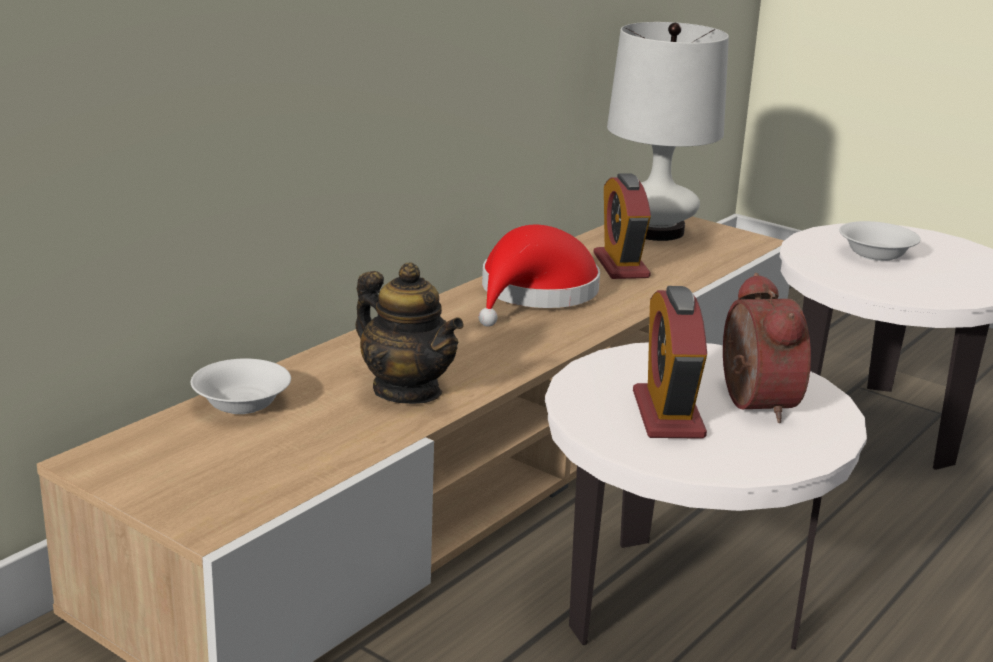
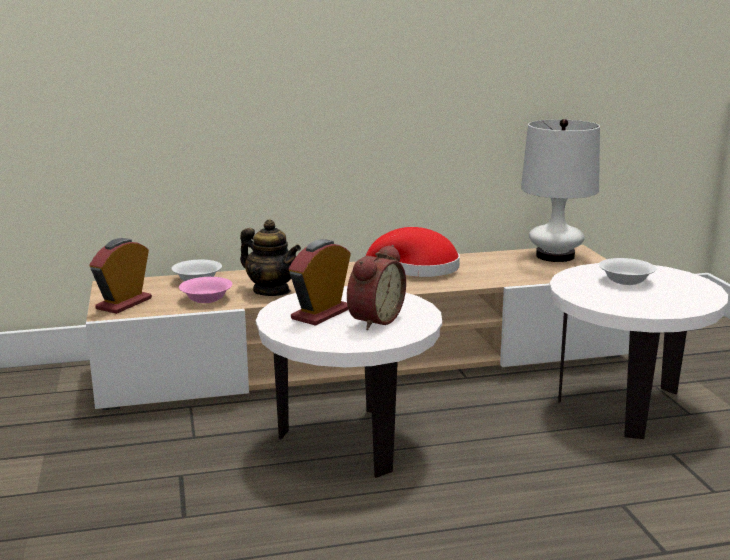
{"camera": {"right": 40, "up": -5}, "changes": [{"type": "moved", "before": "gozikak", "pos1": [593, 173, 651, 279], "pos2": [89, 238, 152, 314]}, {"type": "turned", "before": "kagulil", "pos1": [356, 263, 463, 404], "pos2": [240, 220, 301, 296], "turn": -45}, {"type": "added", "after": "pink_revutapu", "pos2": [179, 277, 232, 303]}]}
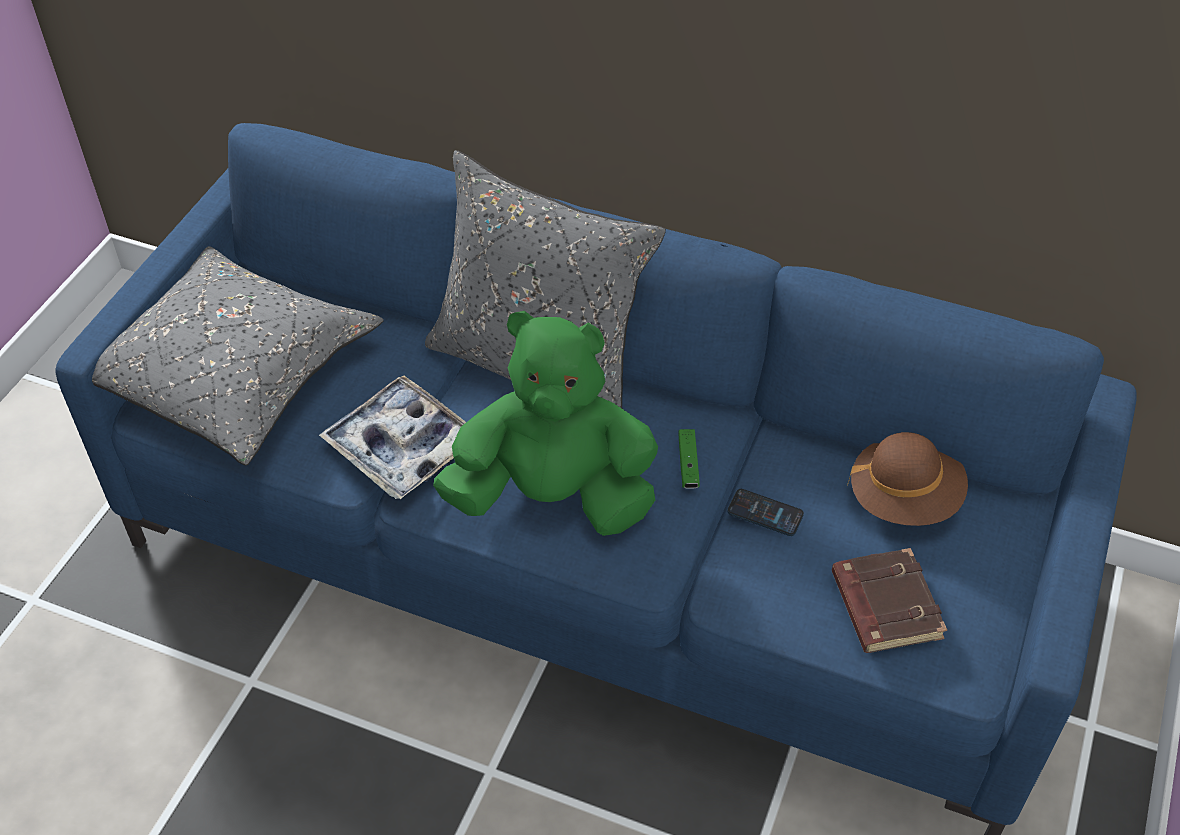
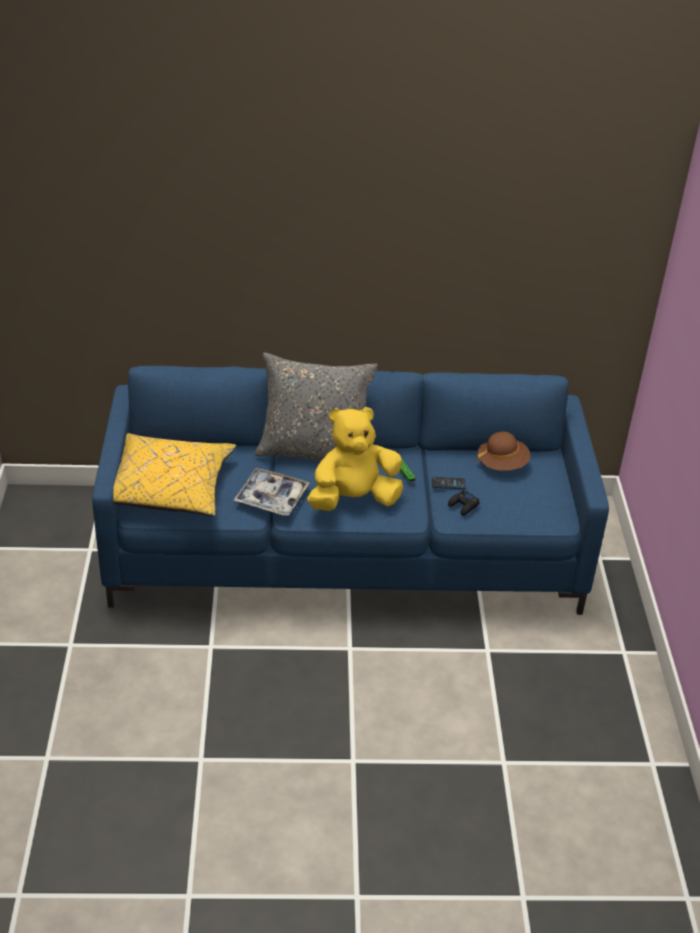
{"camera": {"right": -25, "up": -10}, "changes": [{"type": "recoloured", "before": "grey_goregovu", "after": "yellow_goregovu", "pos1": [92, 246, 384, 466], "pos2": [113, 433, 236, 516]}, {"type": "recoloured", "before": "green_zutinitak", "after": "yellow_zutinitak", "pos1": [433, 311, 658, 536], "pos2": [307, 407, 403, 511]}, {"type": "removed", "before": "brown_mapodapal", "pos1": [832, 548, 947, 653]}, {"type": "added", "after": "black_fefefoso", "pos2": [448, 490, 480, 516]}]}
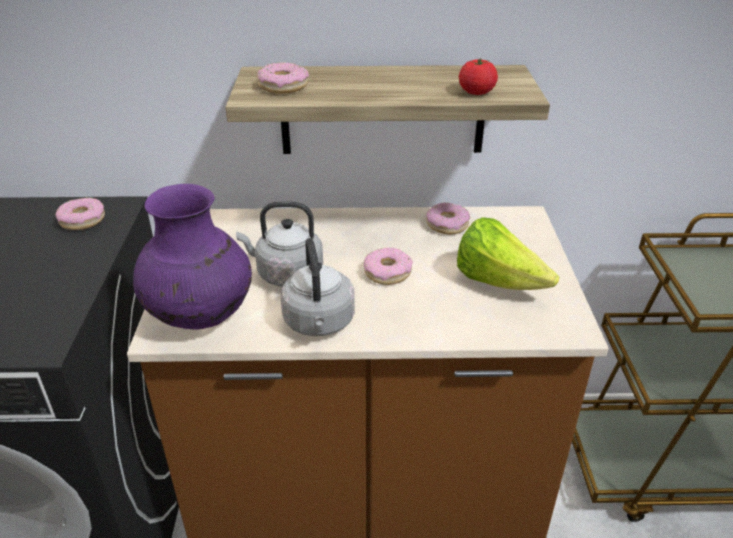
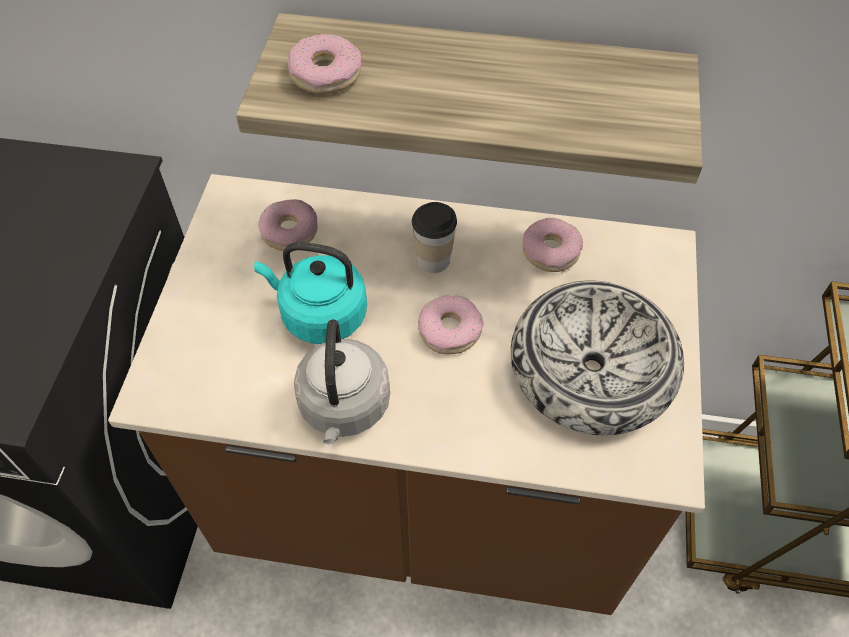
{"camera": {"right": 10, "up": 20}, "changes": [{"type": "removed", "before": "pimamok", "pos1": [459, 58, 498, 95]}, {"type": "removed", "before": "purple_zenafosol", "pos1": [133, 184, 252, 330]}, {"type": "moved", "before": "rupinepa", "pos1": [56, 197, 105, 230], "pos2": [258, 199, 318, 251]}, {"type": "recoloured", "before": "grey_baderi", "after": "turquoise_baderi", "pos1": [236, 201, 323, 287], "pos2": [254, 242, 367, 344]}, {"type": "replaced", "before": "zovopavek", "after": "revutapu", "pos1": [457, 217, 559, 290], "pos2": [511, 281, 684, 435]}, {"type": "added", "after": "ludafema", "pos2": [412, 202, 457, 273]}]}
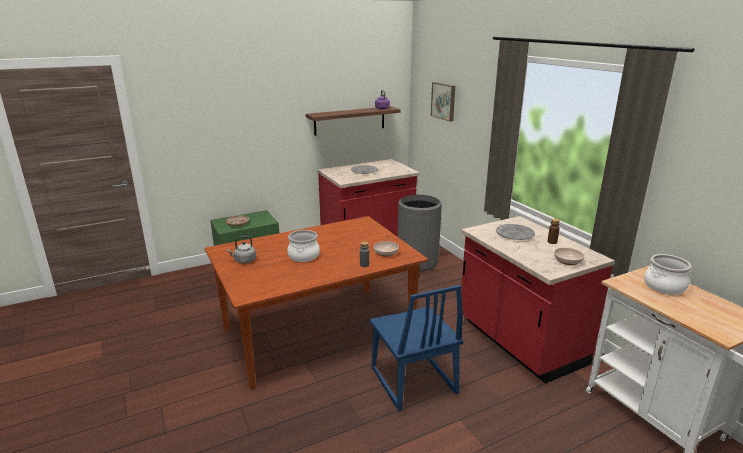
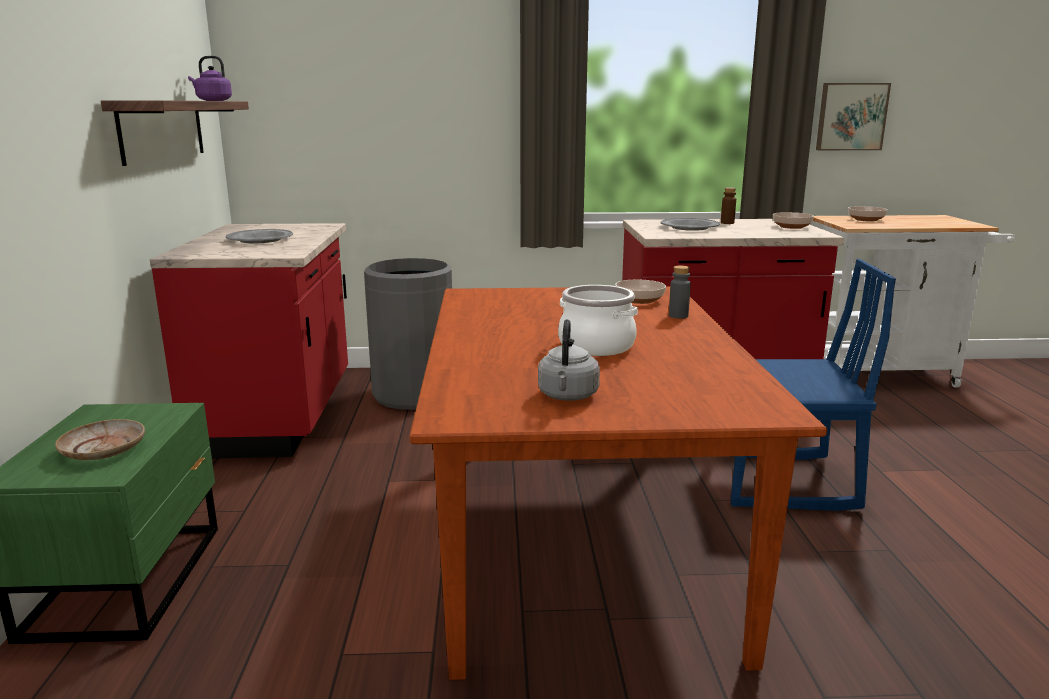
{"camera": {"right": -65, "up": -5}, "changes": [{"type": "moved", "before": "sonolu", "pos1": [431, 82, 455, 121], "pos2": [816, 83, 891, 150]}, {"type": "replaced", "before": "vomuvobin", "after": "revutapu", "pos1": [644, 254, 692, 295], "pos2": [848, 206, 888, 221]}]}
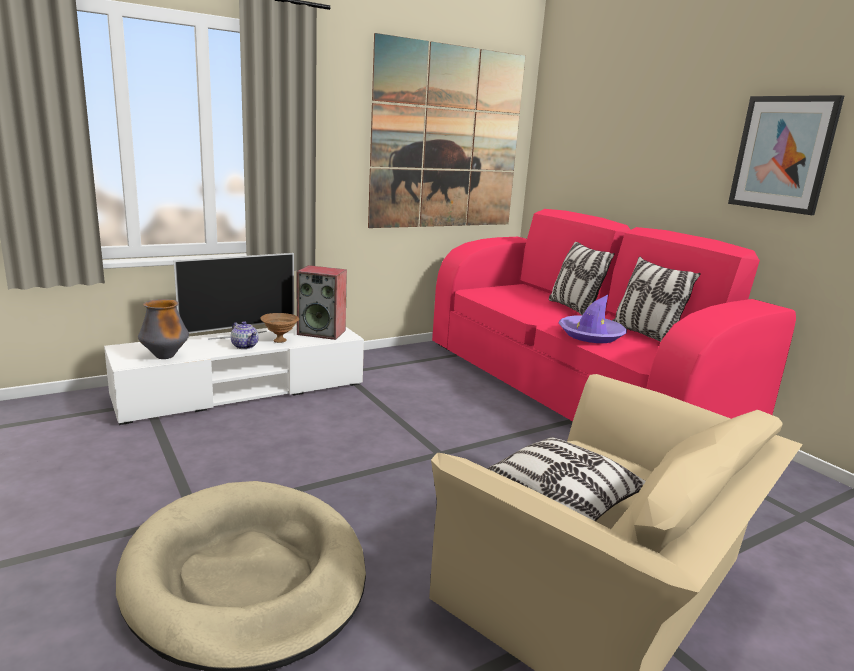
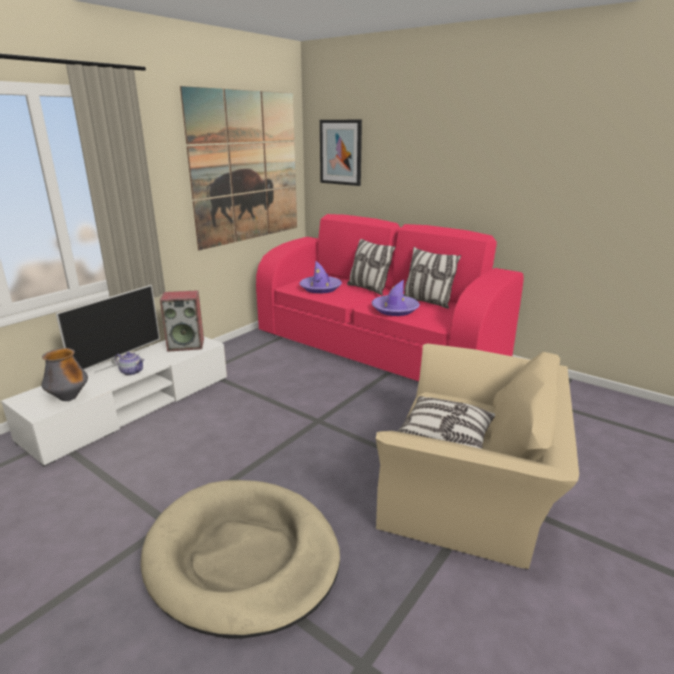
{"camera": {"right": -20, "up": 5}, "changes": [{"type": "moved", "before": "sonolu", "pos1": [728, 95, 844, 215], "pos2": [320, 120, 362, 186]}, {"type": "removed", "before": "brown_revutapu", "pos1": [261, 313, 299, 343]}, {"type": "added", "after": "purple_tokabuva", "pos2": [299, 261, 342, 293]}]}
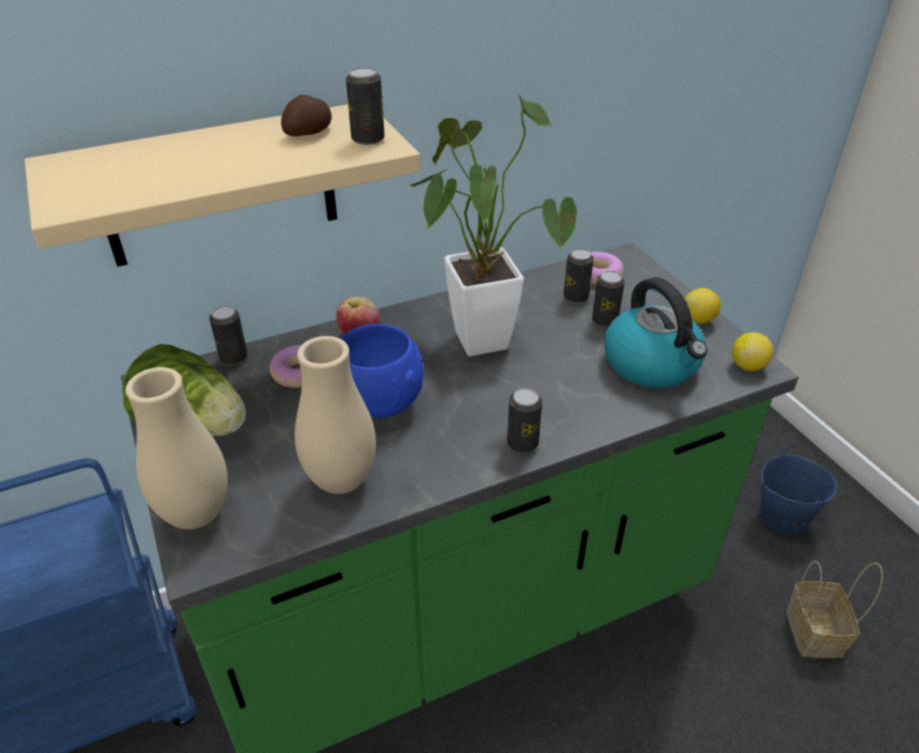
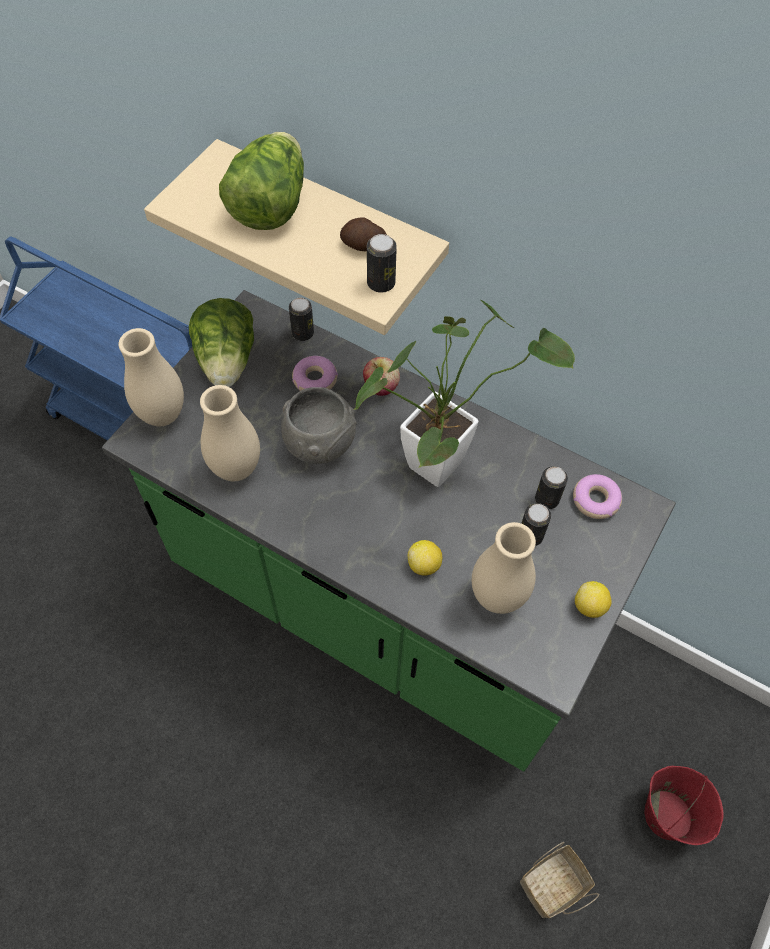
{"camera": {"right": 55, "up": 20}, "changes": [{"type": "replaced", "before": "baderi", "after": "beige_zenafosol", "pos1": [604, 277, 707, 388], "pos2": [472, 522, 536, 614]}, {"type": "recoloured", "before": "blue_revutapu", "after": "grey_revutapu", "pos1": [340, 324, 424, 418], "pos2": [281, 387, 357, 464]}, {"type": "moved", "before": "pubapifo", "pos1": [732, 332, 774, 371], "pos2": [408, 540, 442, 576]}, {"type": "removed", "before": "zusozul", "pos1": [507, 388, 542, 453]}, {"type": "recoloured", "before": "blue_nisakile", "after": "red_nisakile", "pos1": [760, 445, 837, 534], "pos2": [644, 766, 723, 845]}, {"type": "added", "after": "zovopavek", "pos2": [219, 132, 304, 230]}]}
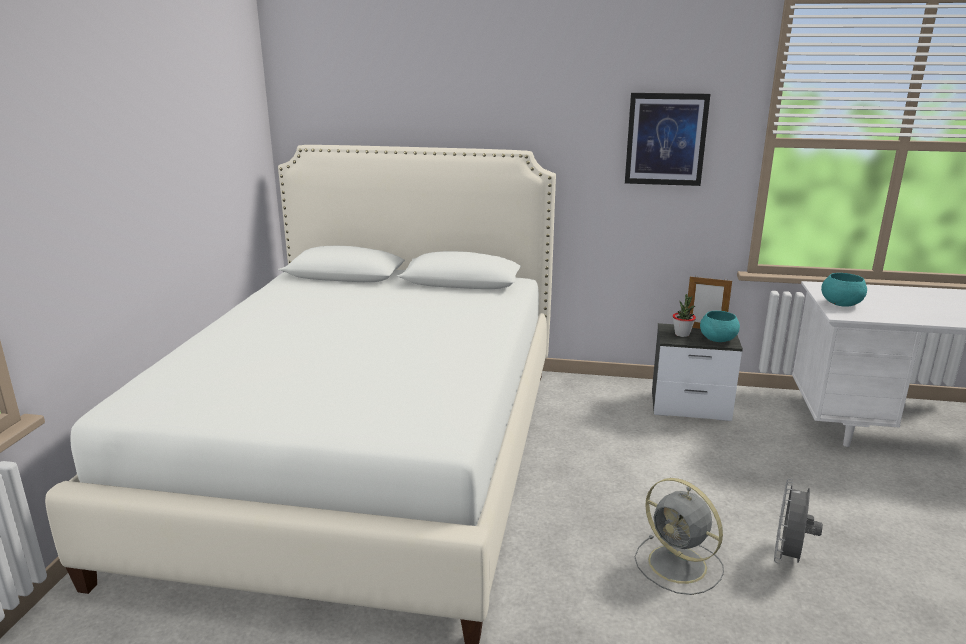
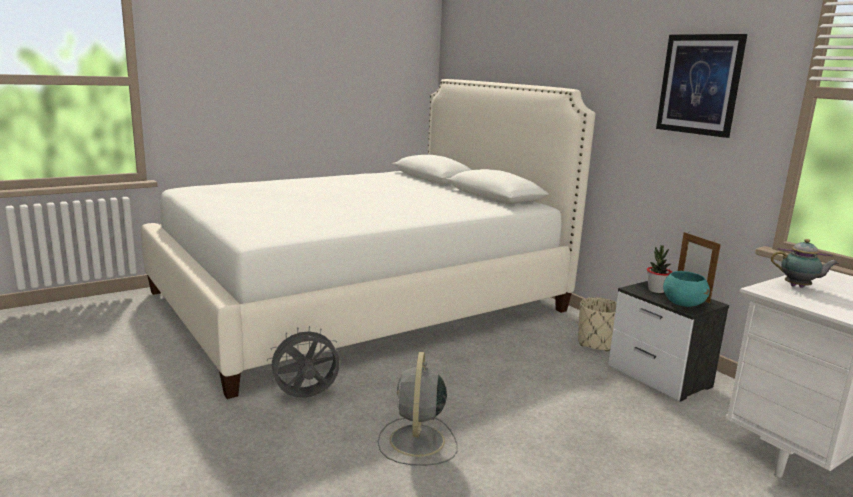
{"camera": {"right": 45, "up": -5}, "changes": [{"type": "replaced", "before": "turquoise_revutapu", "after": "kagulil", "pos1": [821, 273, 867, 307], "pos2": [771, 239, 839, 288]}, {"type": "moved", "before": "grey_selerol", "pos1": [774, 479, 823, 564], "pos2": [267, 326, 341, 398]}, {"type": "added", "after": "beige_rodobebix", "pos2": [578, 297, 617, 352]}]}
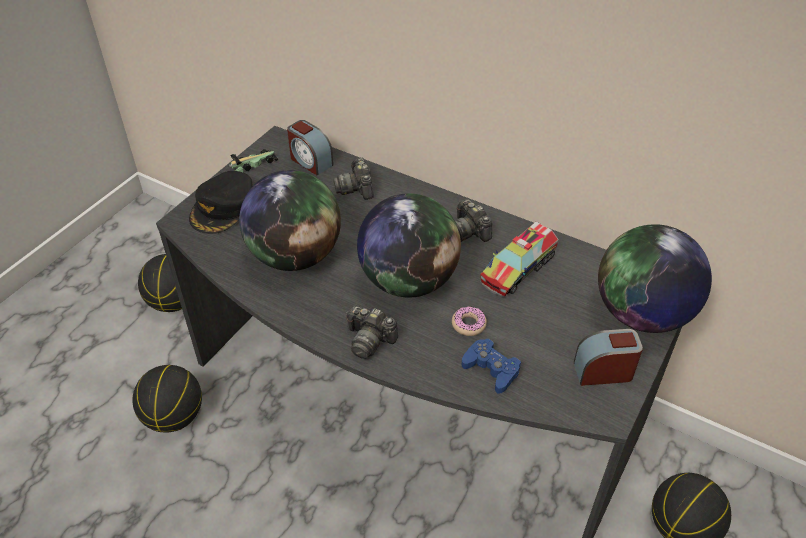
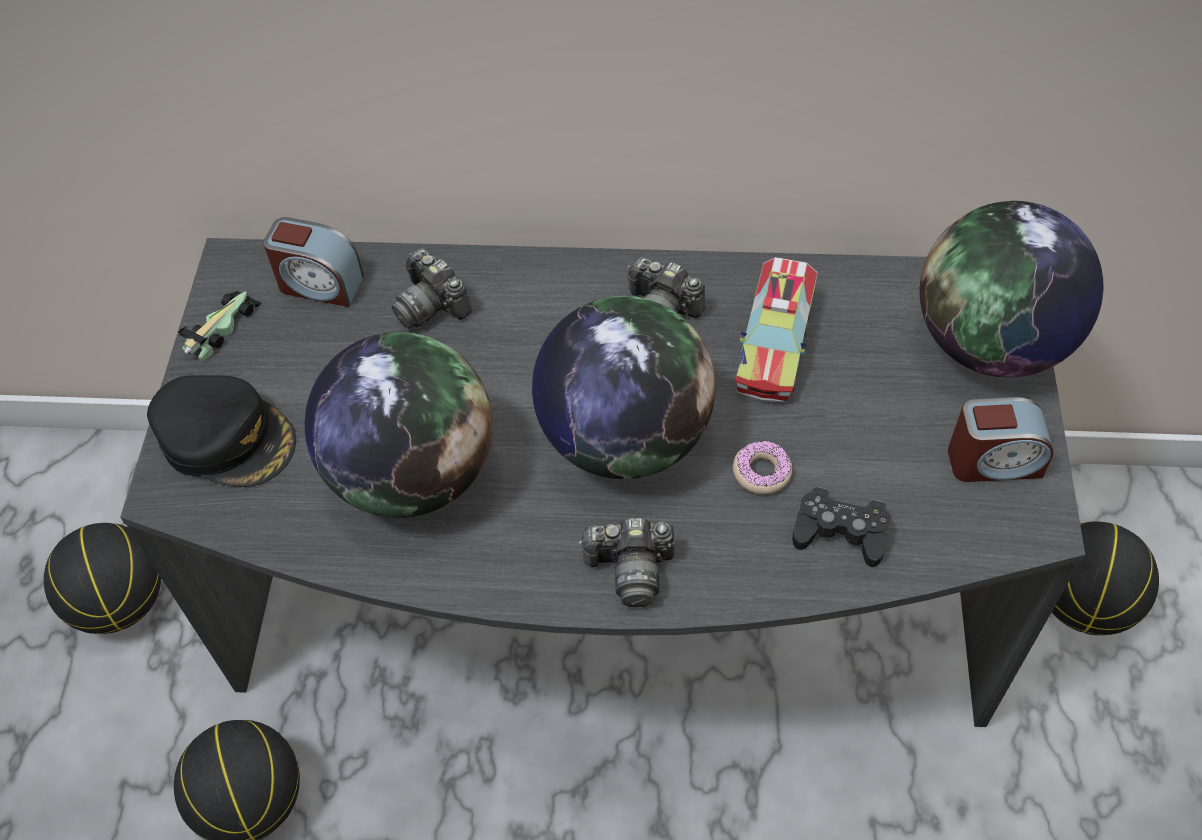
{"camera": {"right": -25, "up": 10}, "changes": [{"type": "turned", "before": "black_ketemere", "pos1": [189, 171, 253, 234], "pos2": [147, 375, 296, 487], "turn": -60}, {"type": "turned", "before": "gozikak", "pos1": [574, 329, 643, 386], "pos2": [948, 397, 1054, 482], "turn": -150}, {"type": "recoloured", "before": "blue_fefefoso", "after": "black_fefefoso", "pos1": [462, 339, 521, 393], "pos2": [792, 486, 891, 567]}]}
